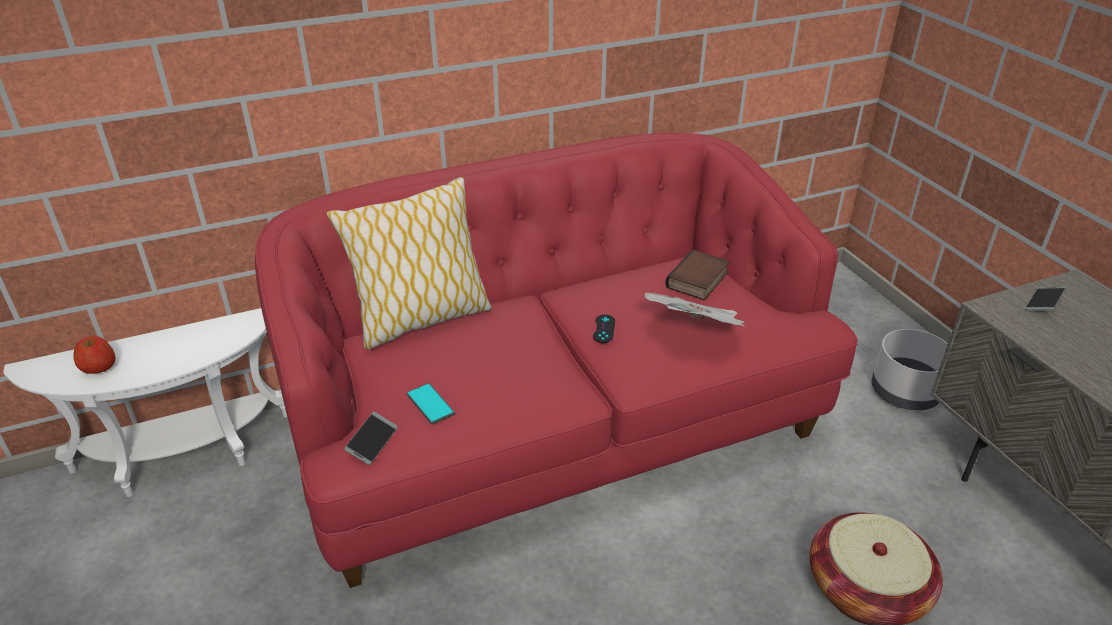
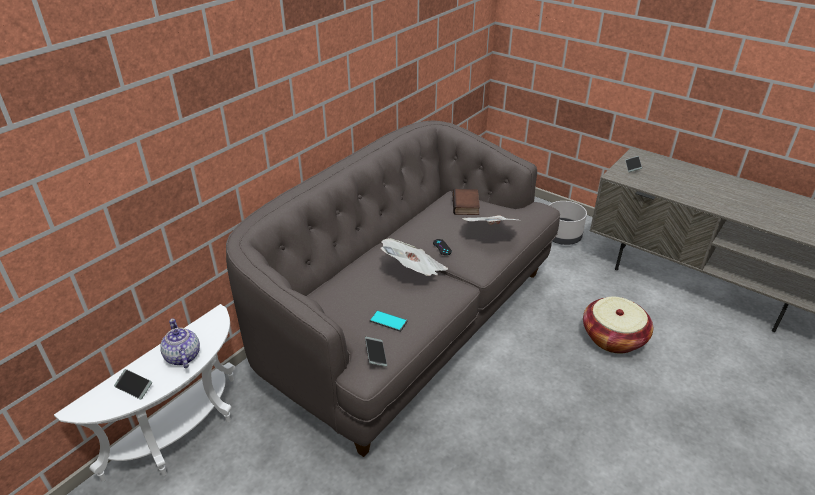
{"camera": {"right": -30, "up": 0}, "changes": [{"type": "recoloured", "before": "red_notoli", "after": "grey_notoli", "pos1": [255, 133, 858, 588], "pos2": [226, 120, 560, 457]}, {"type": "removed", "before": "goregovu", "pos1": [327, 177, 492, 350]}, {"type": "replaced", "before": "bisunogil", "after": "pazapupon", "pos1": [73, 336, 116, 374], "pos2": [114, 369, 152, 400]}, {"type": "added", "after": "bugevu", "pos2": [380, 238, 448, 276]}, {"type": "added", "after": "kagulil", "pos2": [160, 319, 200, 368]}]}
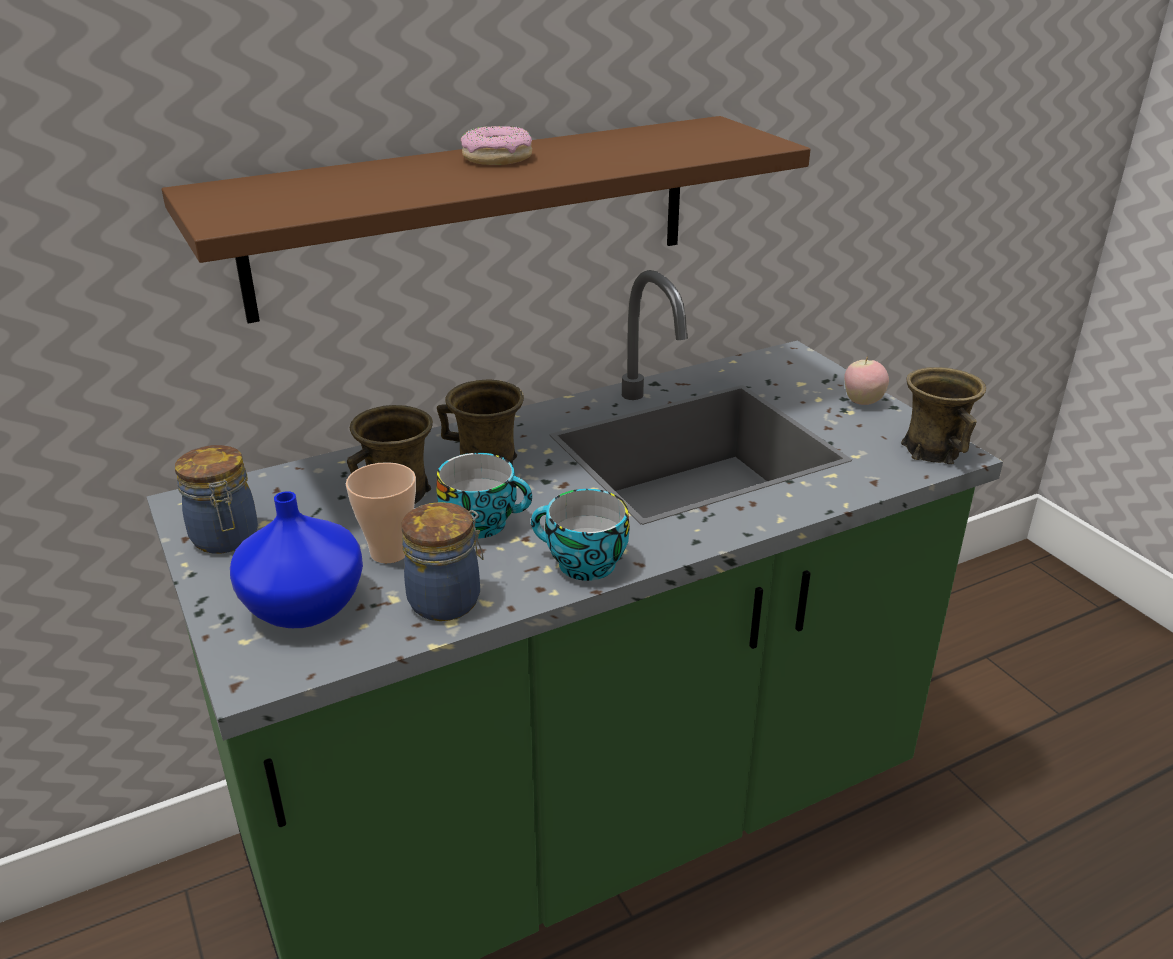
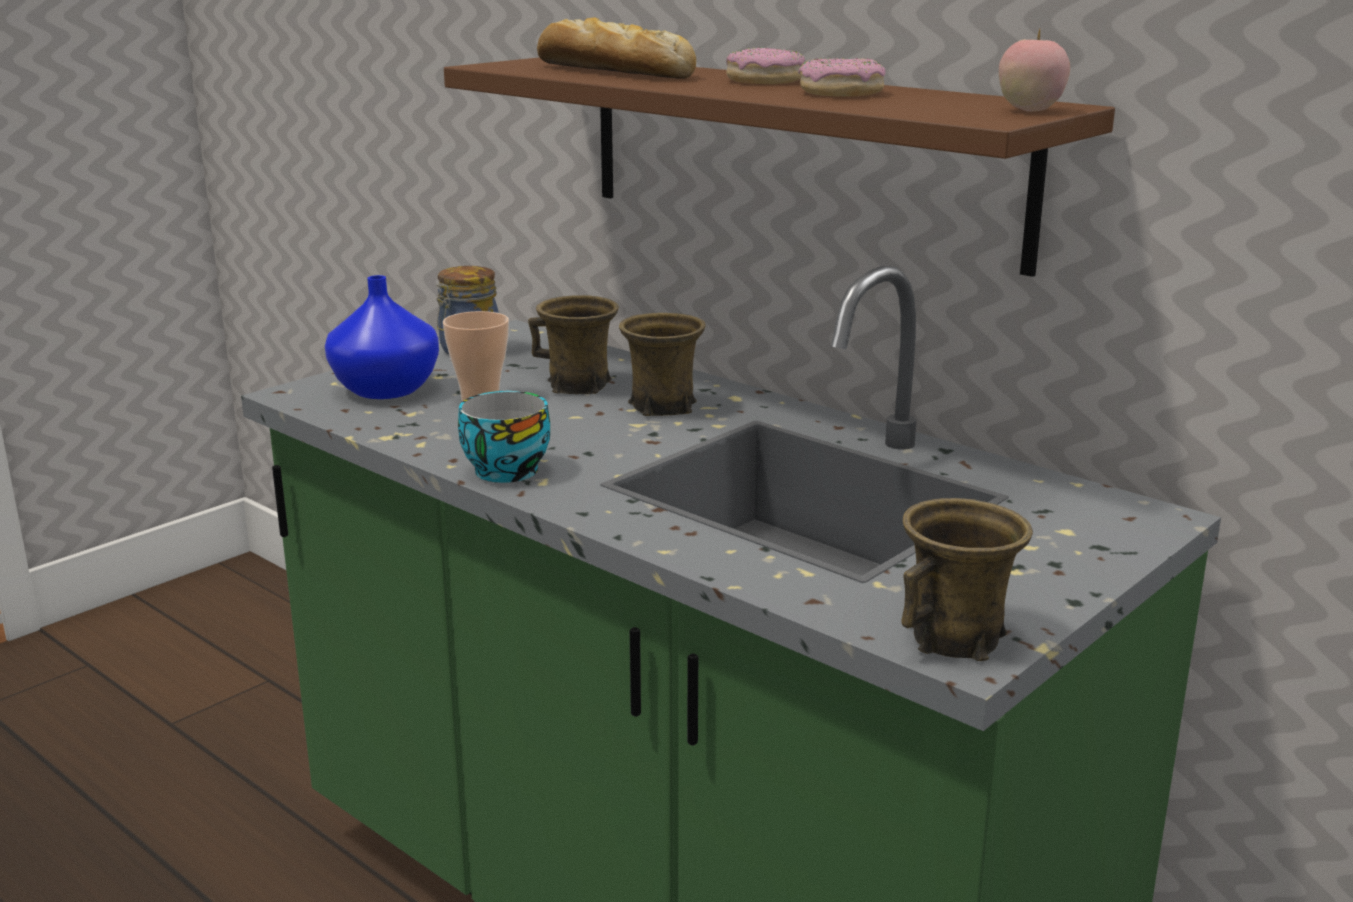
{"camera": {"right": 70, "up": -10}, "changes": [{"type": "moved", "before": "bisunogil", "pos1": [844, 356, 889, 405], "pos2": [999, 29, 1070, 111]}, {"type": "removed", "before": "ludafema", "pos1": [436, 453, 532, 539]}, {"type": "removed", "before": "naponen", "pos1": [402, 502, 484, 621]}, {"type": "added", "after": "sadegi", "pos2": [537, 17, 696, 79]}, {"type": "added", "after": "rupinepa", "pos2": [798, 58, 886, 97]}]}
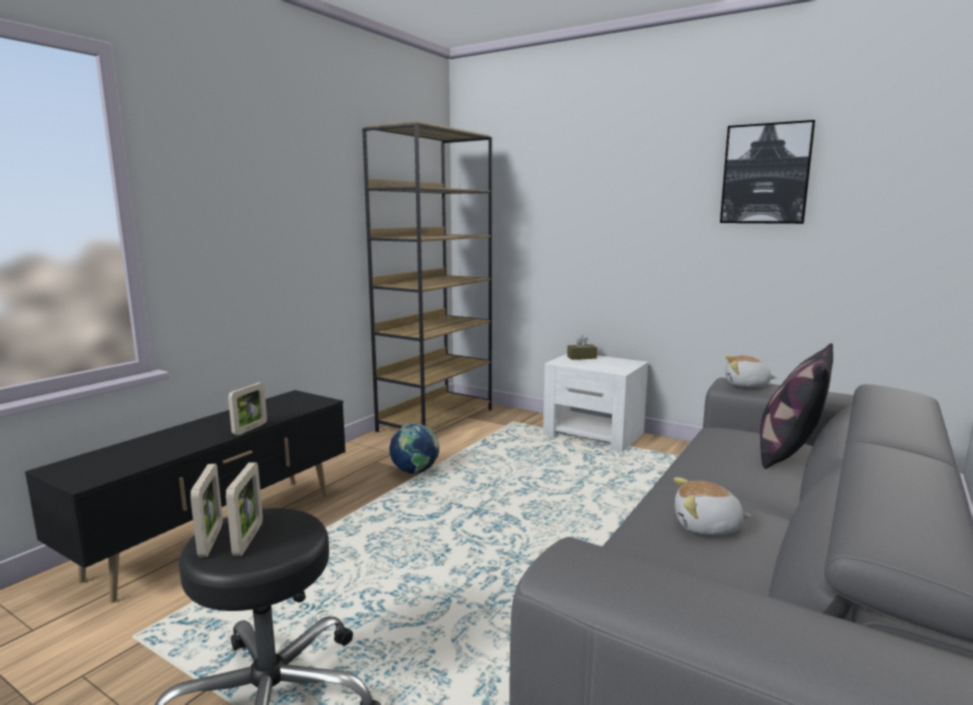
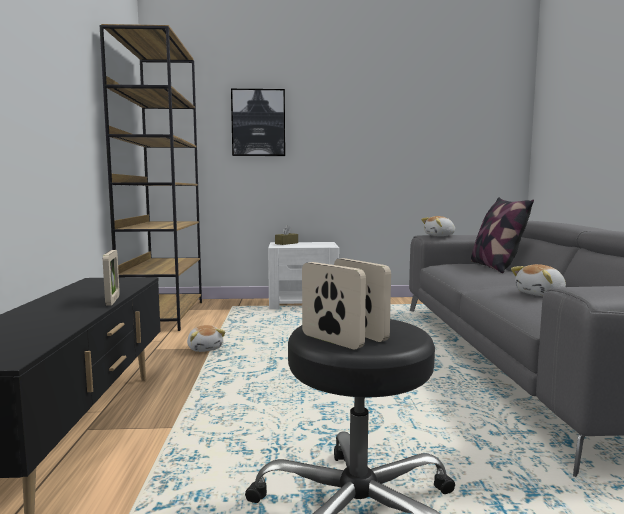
{"camera": {"right": -35, "up": -5}, "changes": [{"type": "moved", "before": "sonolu", "pos1": [720, 120, 816, 224], "pos2": [231, 89, 285, 156]}, {"type": "replaced", "before": "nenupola", "after": "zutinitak", "pos1": [389, 423, 439, 475], "pos2": [187, 325, 225, 352]}]}
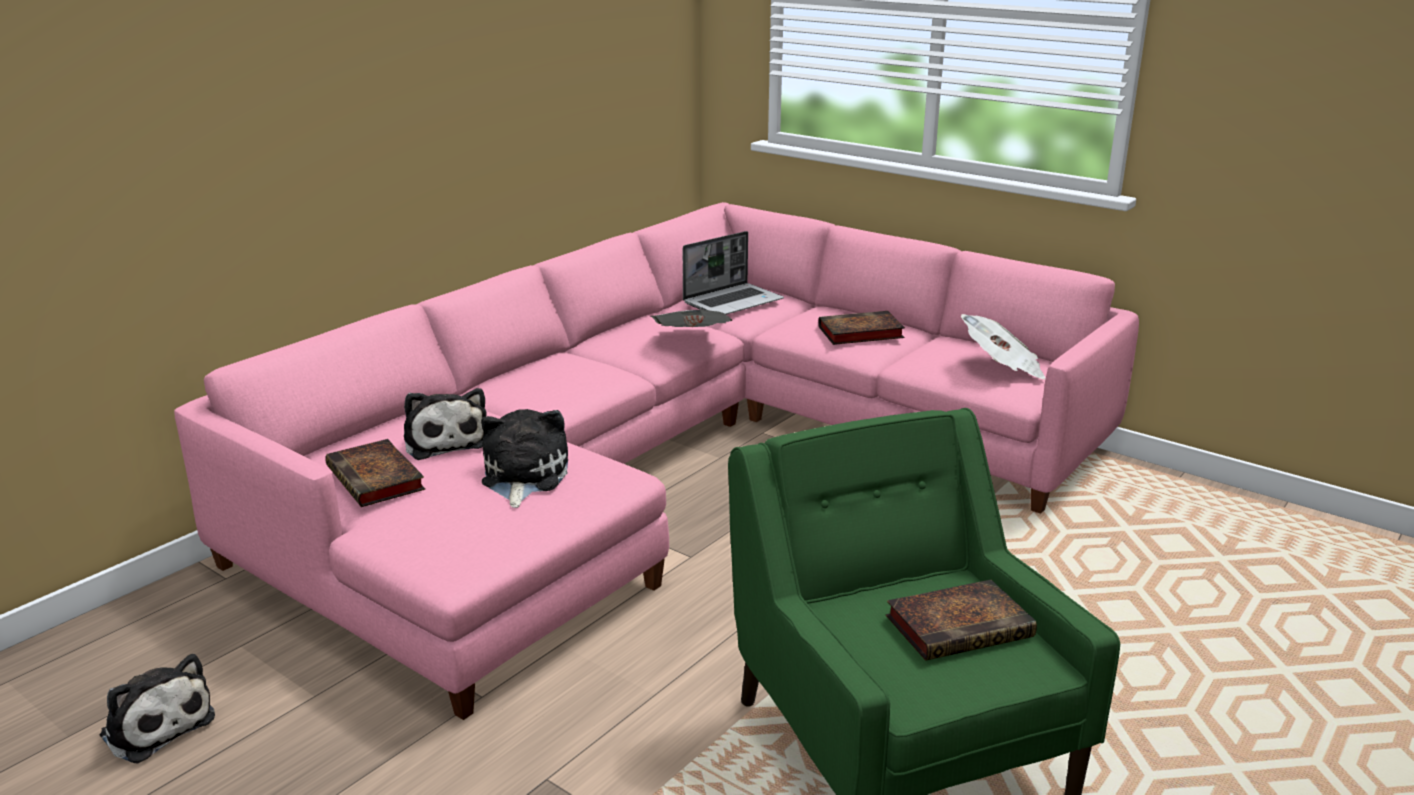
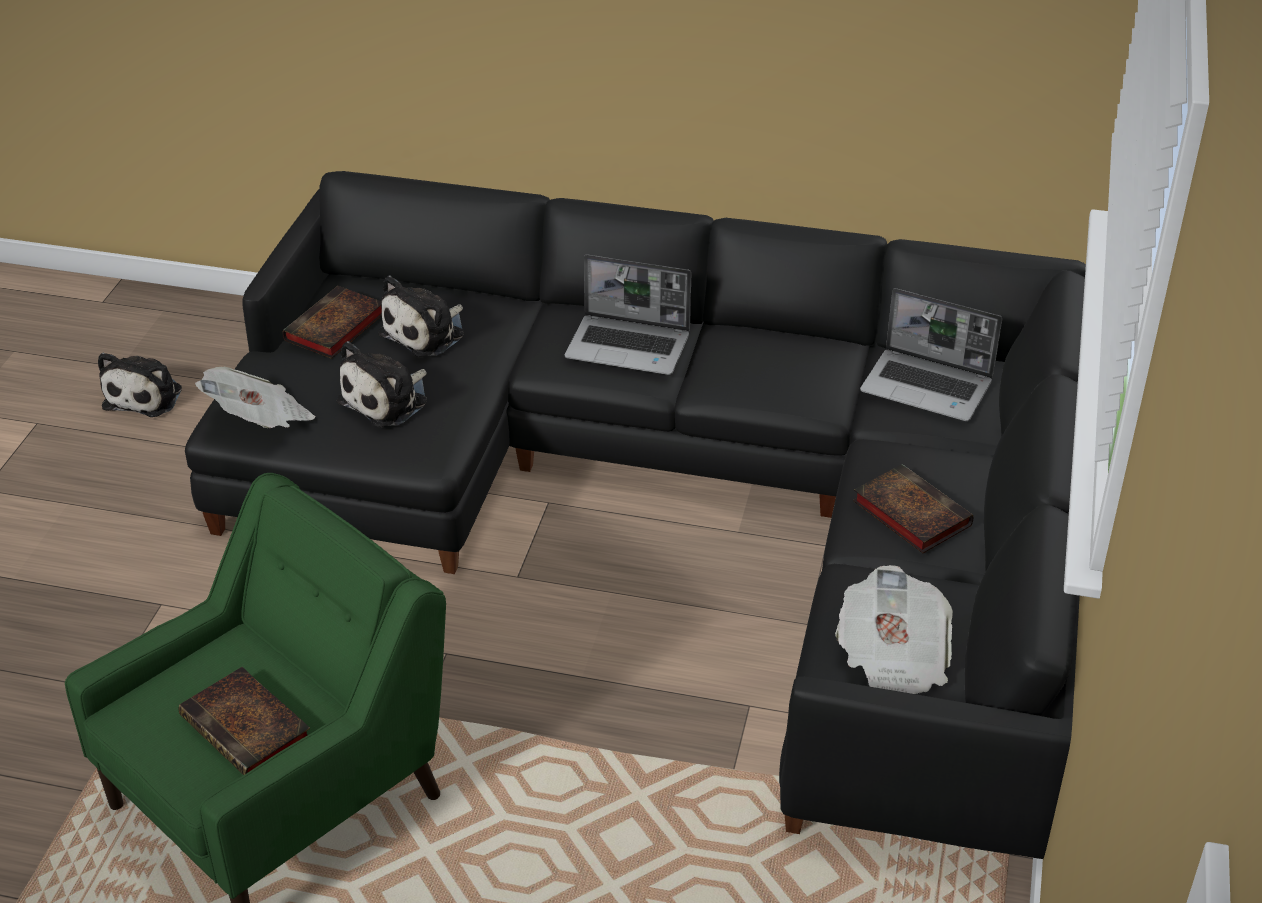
{"camera": {"right": 65, "up": 15}, "changes": [{"type": "recoloured", "before": "pink_notoli", "after": "black_notoli", "pos1": [174, 202, 1139, 720], "pos2": [185, 171, 1086, 859]}, {"type": "moved", "before": "bugevu", "pos1": [651, 310, 732, 327], "pos2": [195, 366, 315, 429]}, {"type": "turned", "before": "zutinitak", "pos1": [481, 409, 568, 508], "pos2": [336, 341, 427, 427], "turn": 150}, {"type": "added", "after": "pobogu", "pos2": [565, 255, 691, 375]}]}
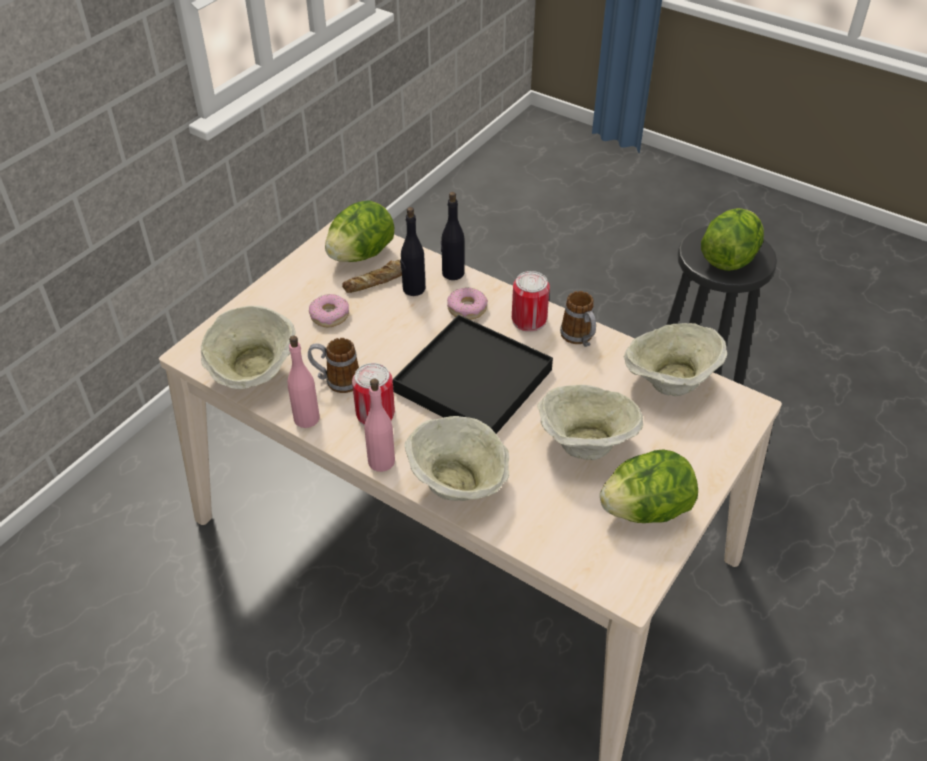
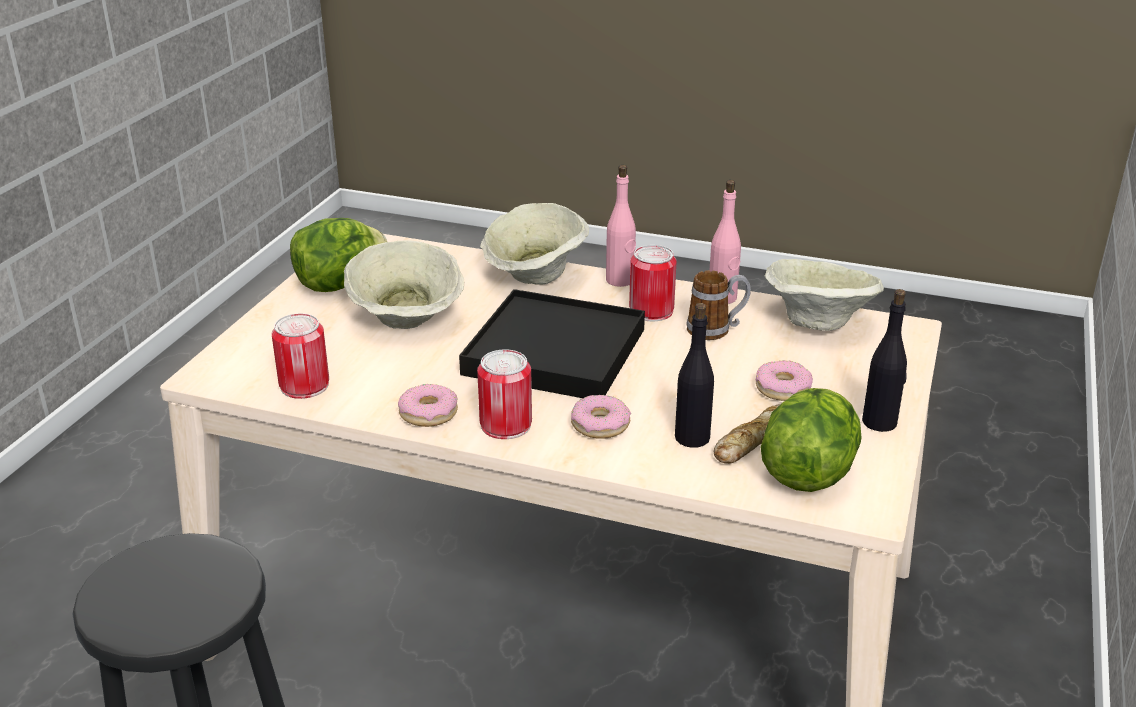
{"camera": {"right": 165, "up": -15}, "changes": [{"type": "moved", "before": "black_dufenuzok", "pos1": [441, 192, 465, 280], "pos2": [862, 289, 907, 432]}, {"type": "removed", "before": "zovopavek", "pos1": [701, 208, 764, 271]}, {"type": "replaced", "before": "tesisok", "after": "rupinepa", "pos1": [560, 291, 596, 347], "pos2": [398, 384, 458, 427]}, {"type": "replaced", "before": "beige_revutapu", "after": "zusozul", "pos1": [624, 323, 727, 396], "pos2": [272, 313, 329, 399]}]}
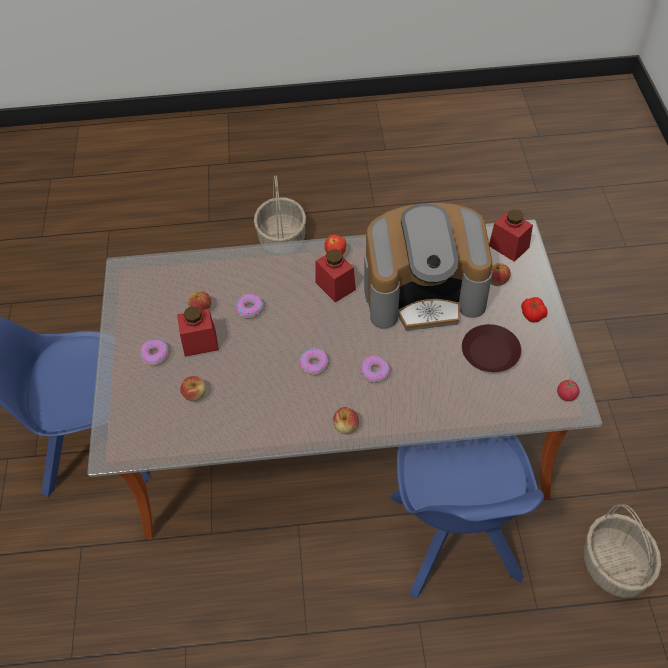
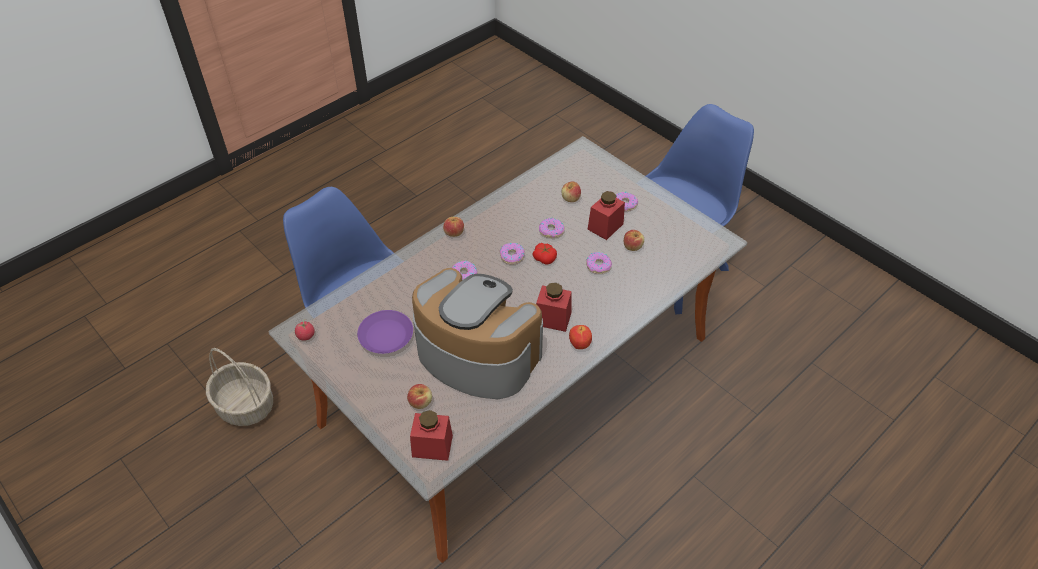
{"camera": {"right": 140, "up": -5}, "changes": [{"type": "removed", "before": "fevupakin", "pos1": [254, 175, 306, 244]}, {"type": "turned", "before": "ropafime", "pos1": [364, 203, 492, 331], "pos2": [412, 268, 543, 399], "turn": 75}, {"type": "moved", "before": "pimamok", "pos1": [521, 297, 548, 322], "pos2": [533, 243, 557, 264]}, {"type": "recoloured", "before": "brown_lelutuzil", "after": "purple_lelutuzil", "pos1": [462, 324, 521, 372], "pos2": [357, 310, 413, 354]}, {"type": "added", "after": "rupinepa", "pos2": [539, 218, 565, 238]}]}
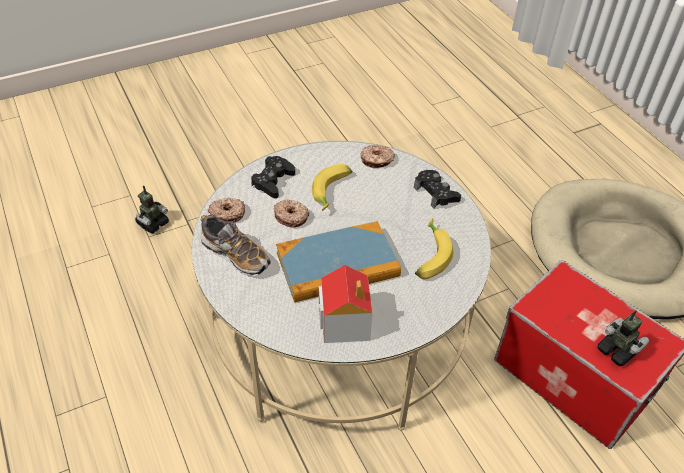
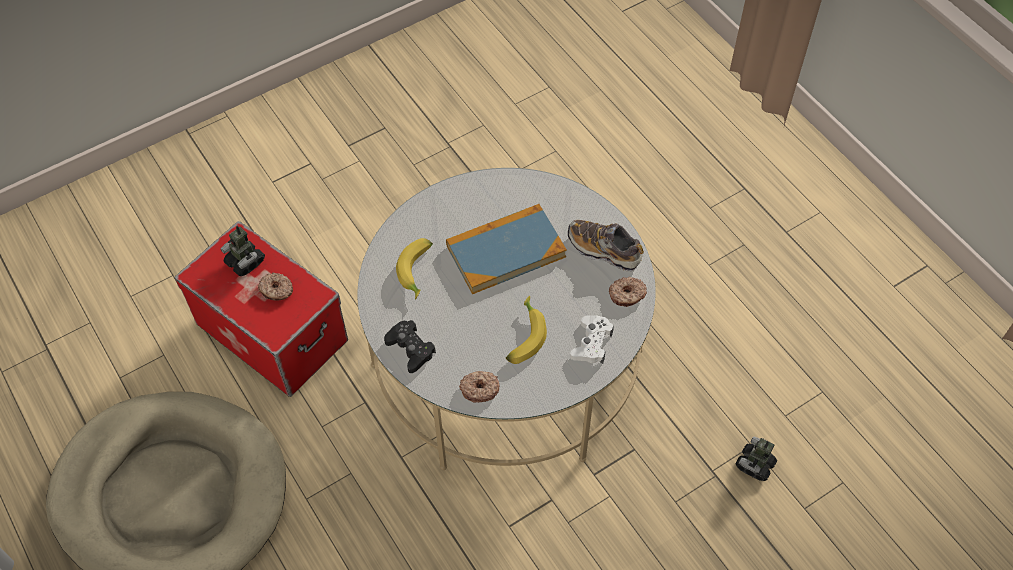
{"camera": {"right": 175, "up": 10}, "changes": [{"type": "recoloured", "before": "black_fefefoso", "after": "white_fefefoso", "pos1": [251, 156, 295, 198], "pos2": [570, 315, 614, 364]}, {"type": "moved", "before": "rupinepa", "pos1": [274, 199, 309, 227], "pos2": [257, 272, 293, 301]}, {"type": "removed", "before": "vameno", "pos1": [319, 265, 373, 343]}]}
